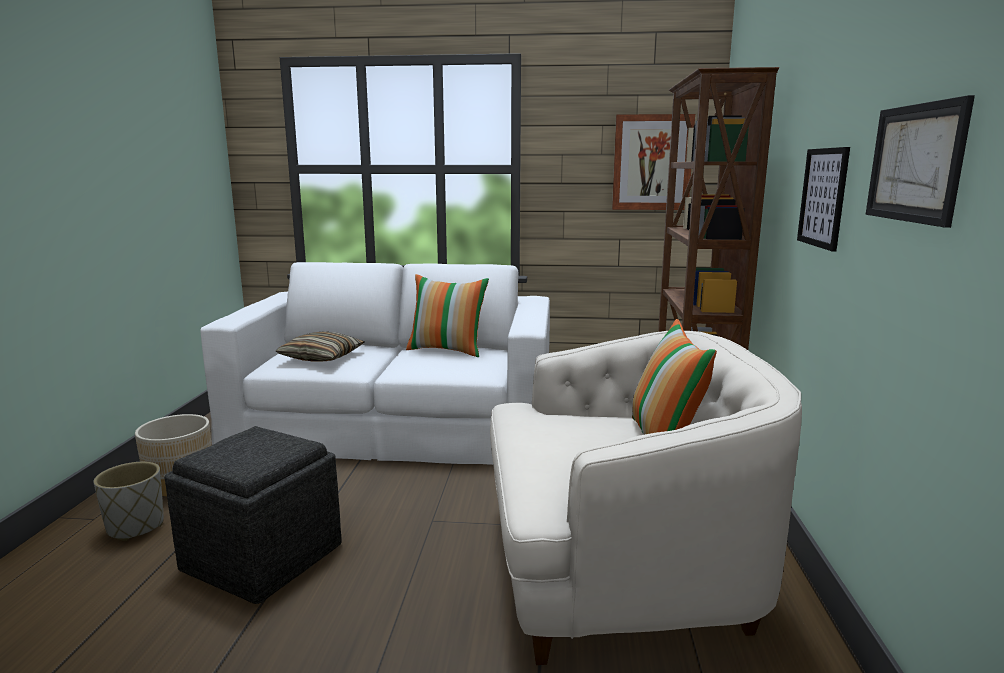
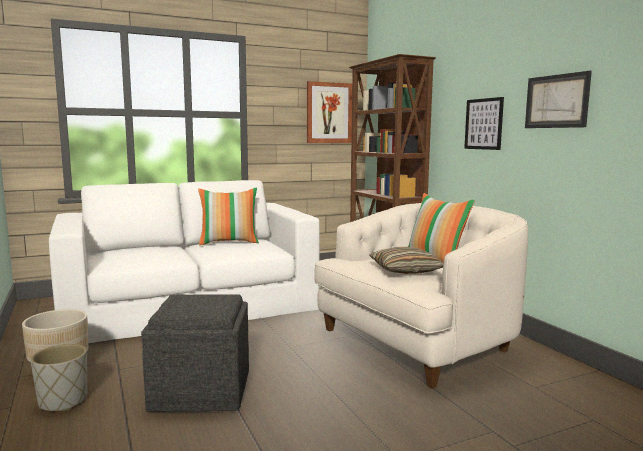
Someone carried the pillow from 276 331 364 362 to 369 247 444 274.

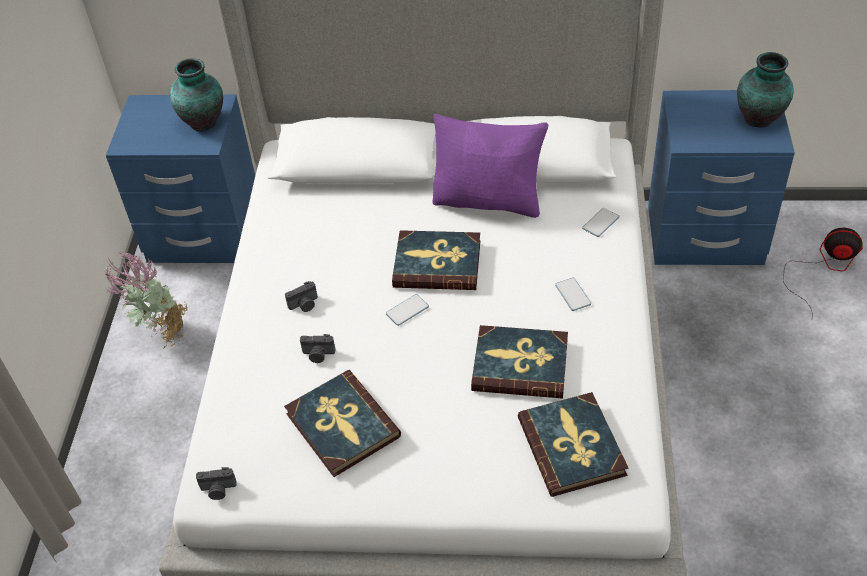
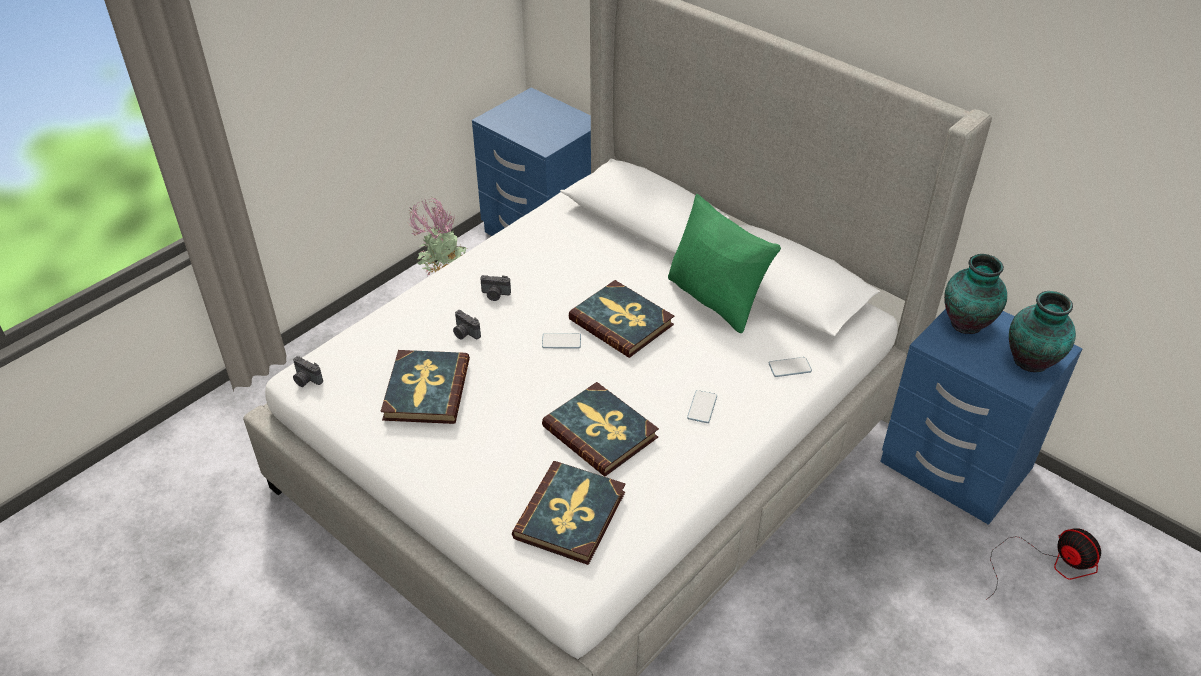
Someone carried the vase from 170 58 223 131 to 944 254 1007 334.
Someone repainted the purple pillow at 433 114 548 218, which became the green pillow at 668 194 781 333.

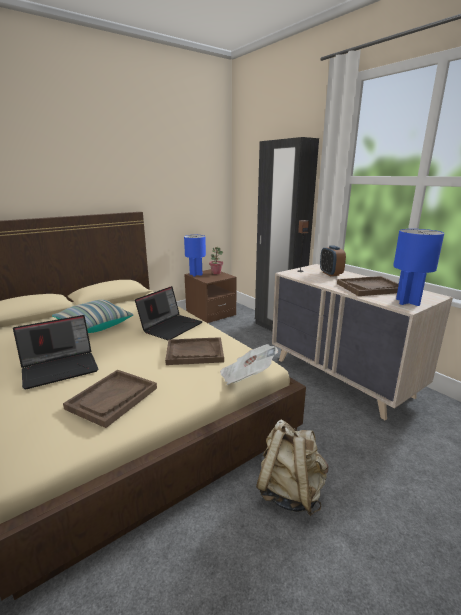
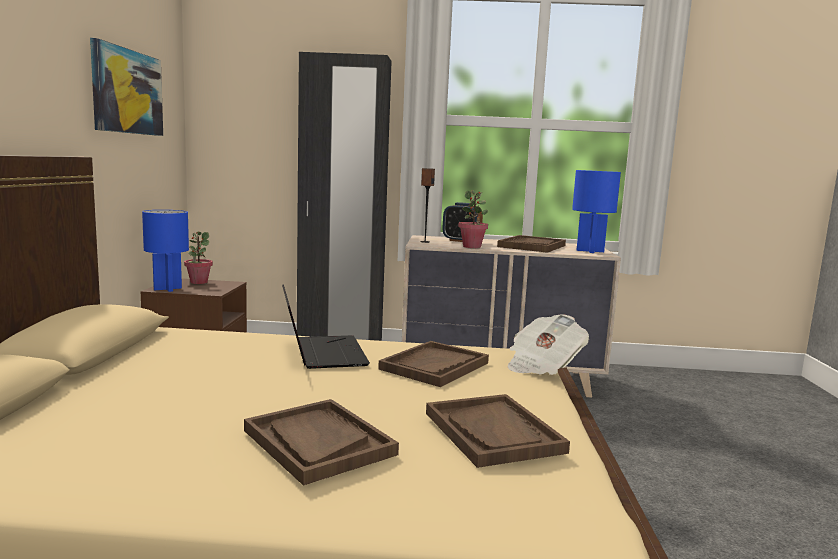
Someone swapped the laptop at 13 315 98 390 for the brown tray at 244 399 399 486.
Someone took away the pillow at 52 300 133 333.
Someone took away the beige backpack at 256 419 328 516.
Someone put up the picture at 90 38 163 136.
Someone put down the potted plant at 458 190 488 248.

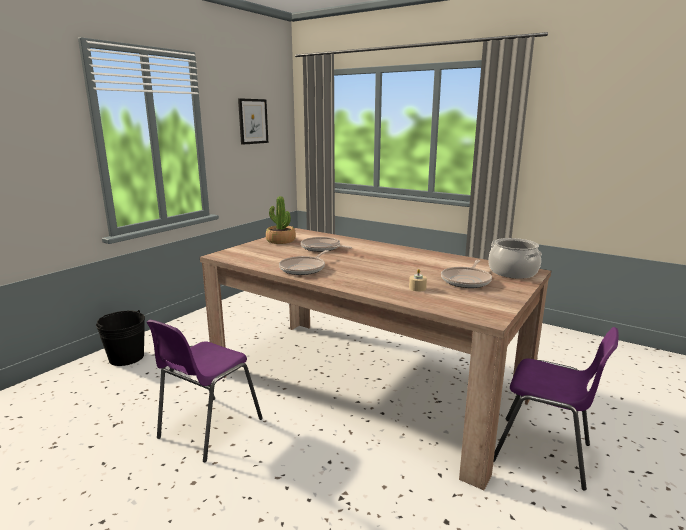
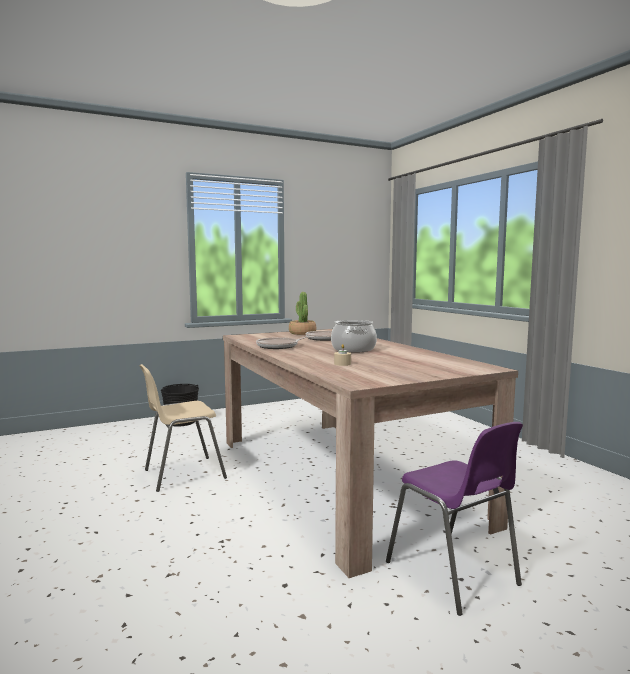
Someone repainted the purple chair at 147 320 263 462, which became the beige chair at 139 364 227 492.
Someone took away the picture at 238 98 268 145.
Someone took away the frying pan at 441 260 492 288.
Someone carried the cooking pot from 488 238 542 279 to 331 320 377 353.

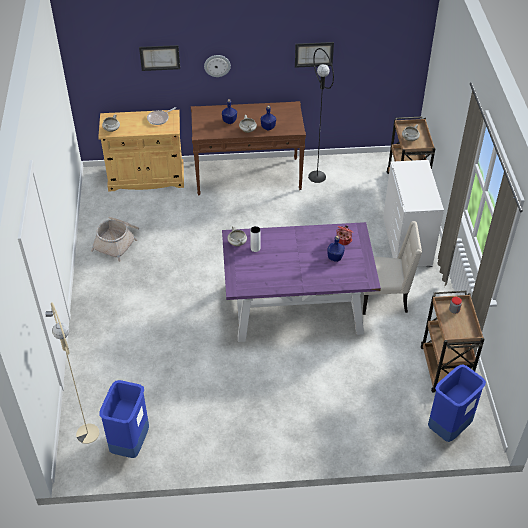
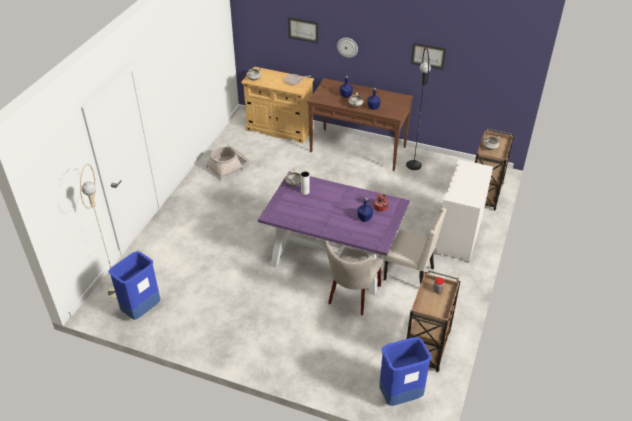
Someone put down the beige chair at 325 242 383 316.

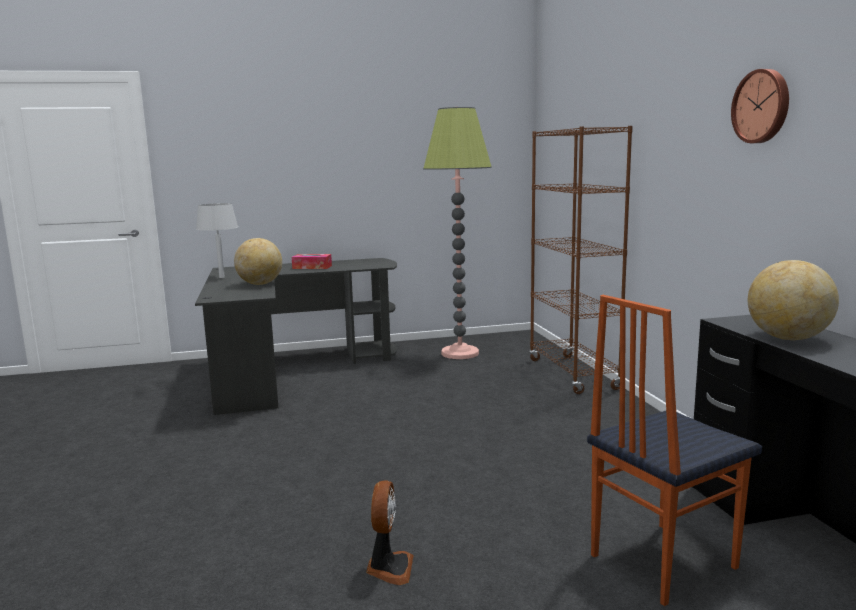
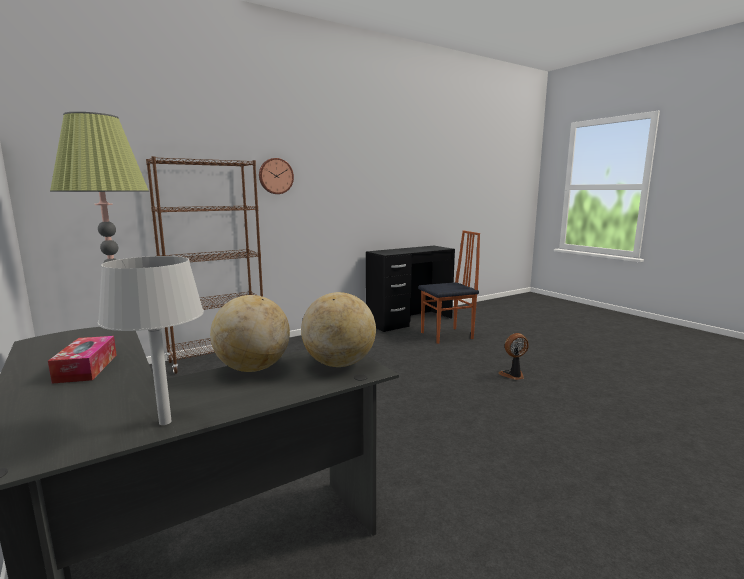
Someone rotated the chair at 587 295 762 606 by 60 degrees counterclockwise.
Someone carried the wall clock from 731 69 789 143 to 259 158 294 194.
Someone carried the globe from 748 260 839 340 to 301 292 376 367.

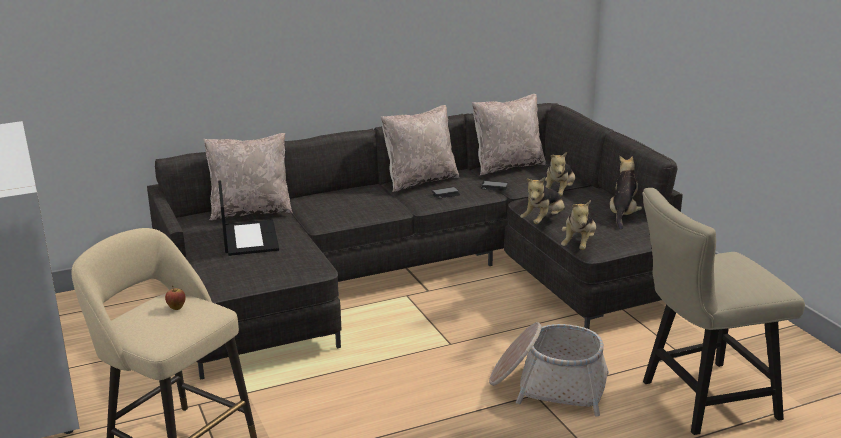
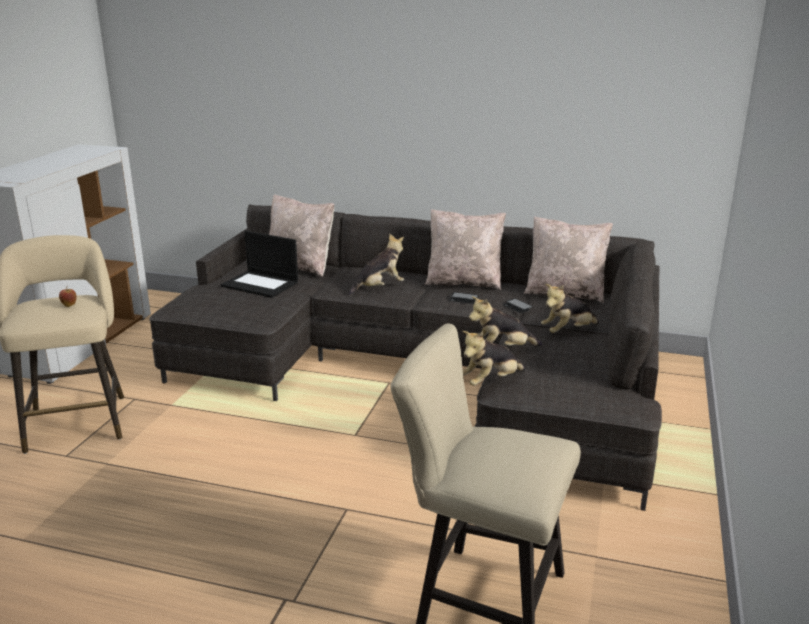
Someone rotated the laptop at 218 180 279 256 by 90 degrees clockwise.
Someone took away the basket at 489 322 609 416.
Someone carried the plush toy from 610 156 642 230 to 349 234 404 296.

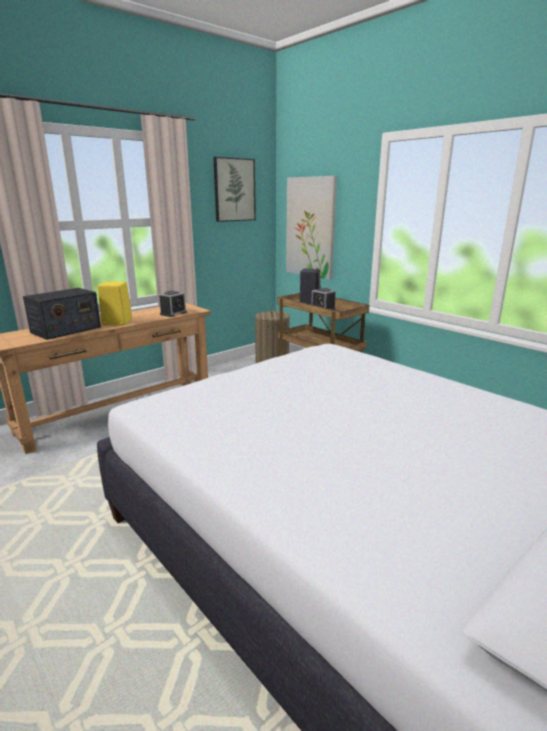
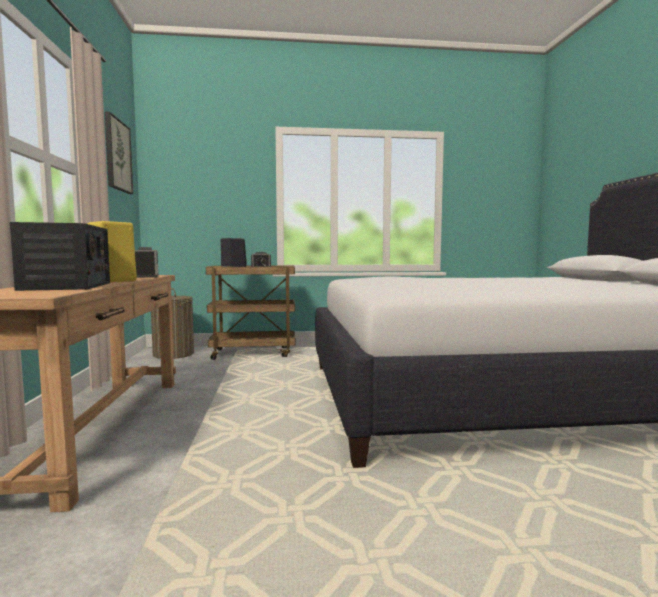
Someone took away the picture at 286 176 337 280.

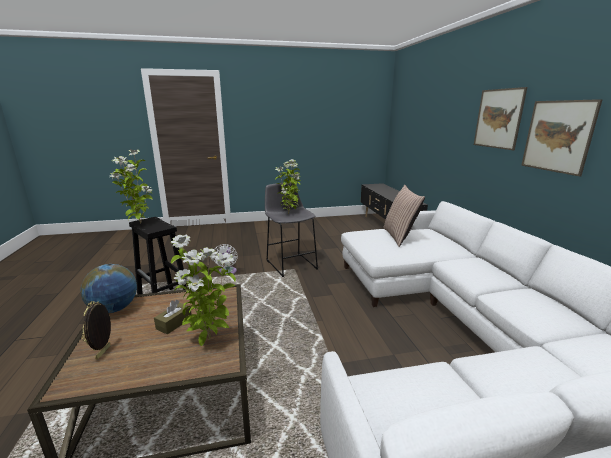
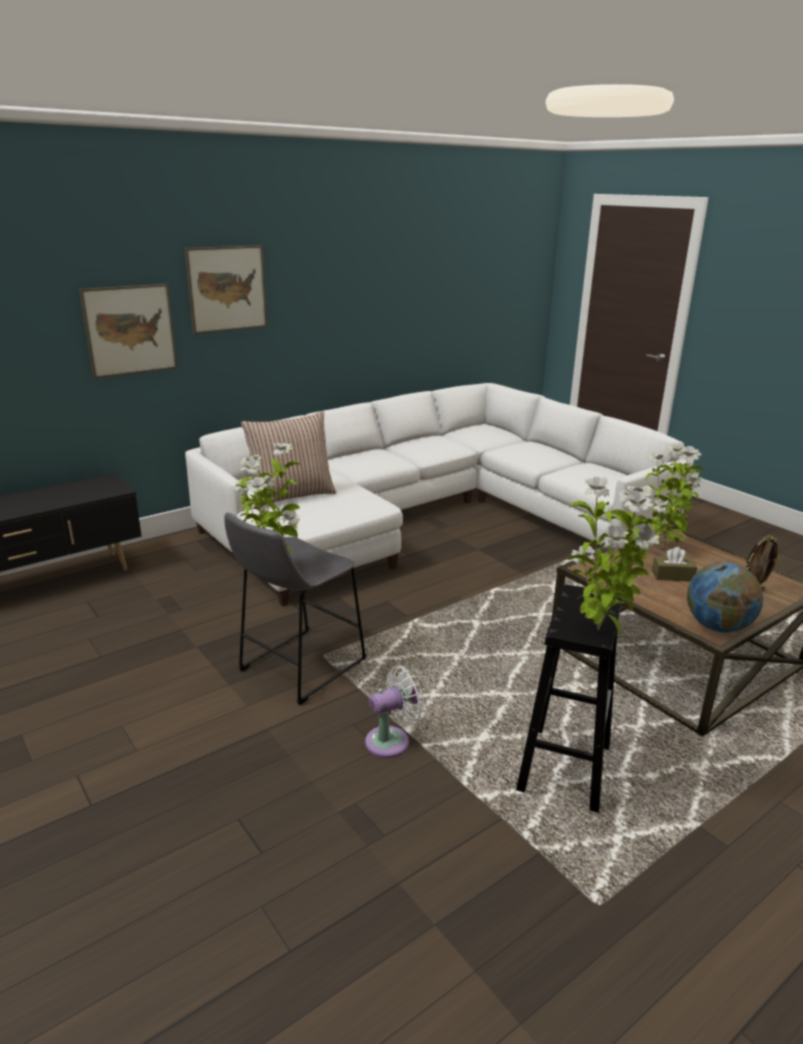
Someone carried the picture from 521 99 603 176 to 79 284 178 379.

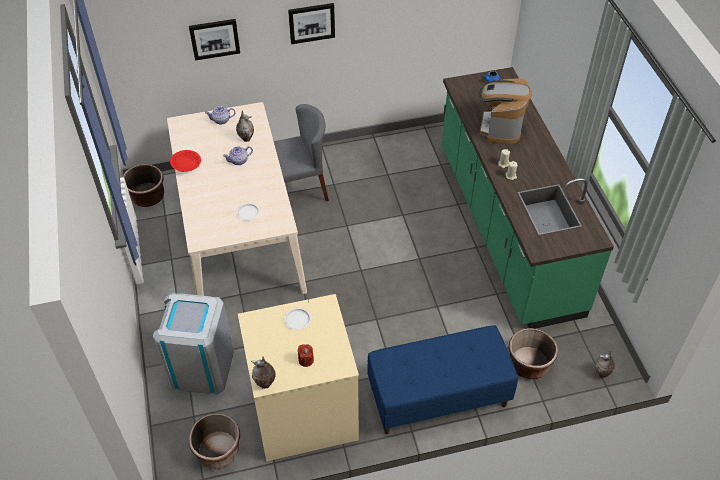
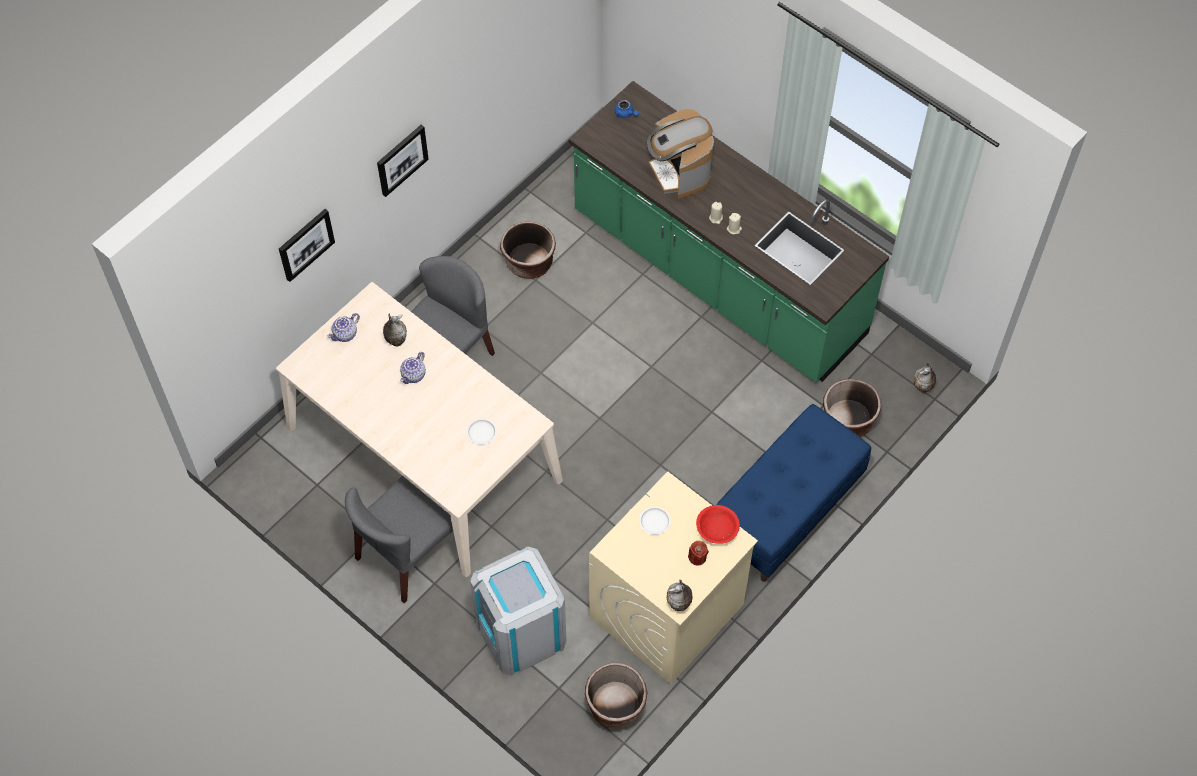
Someone carried the brown planter from 123 164 164 207 to 500 222 556 279.
Someone carried the red bowl from 170 150 201 172 to 696 505 740 544.
Someone put down the grey chair at 345 476 453 603.

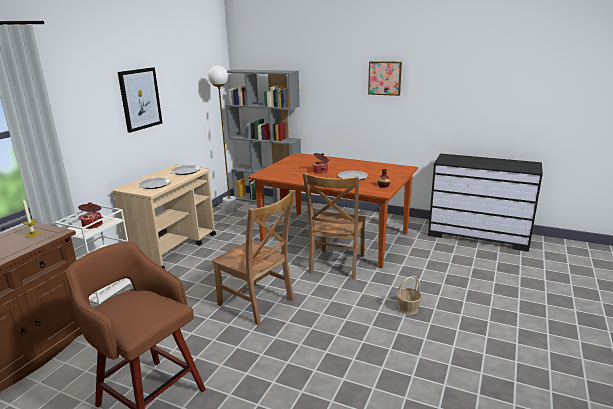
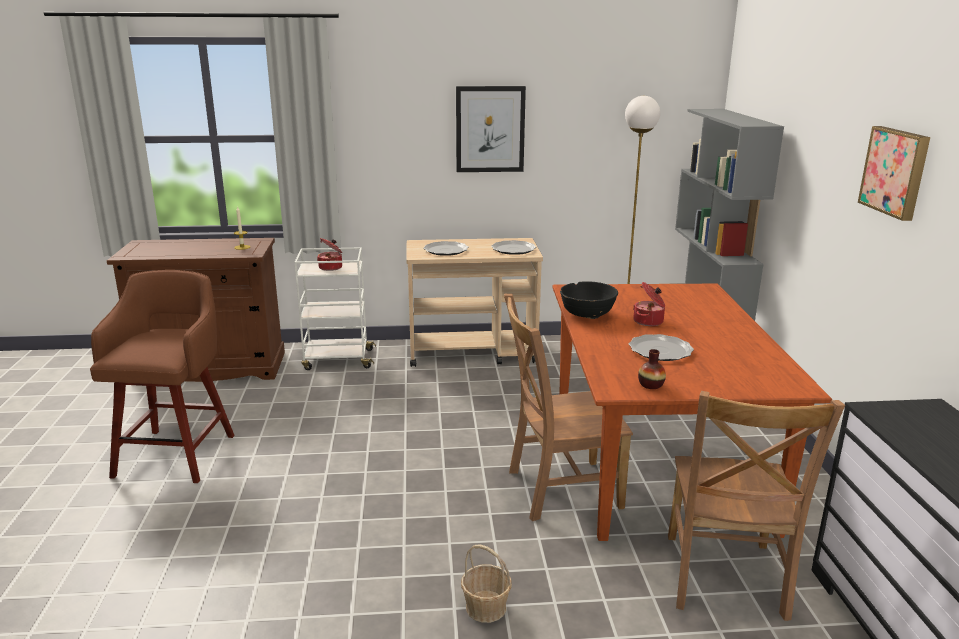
Someone carried the brown chair from 212 190 296 325 to 668 391 845 621.
Someone put down the black bowl at 560 281 618 319.

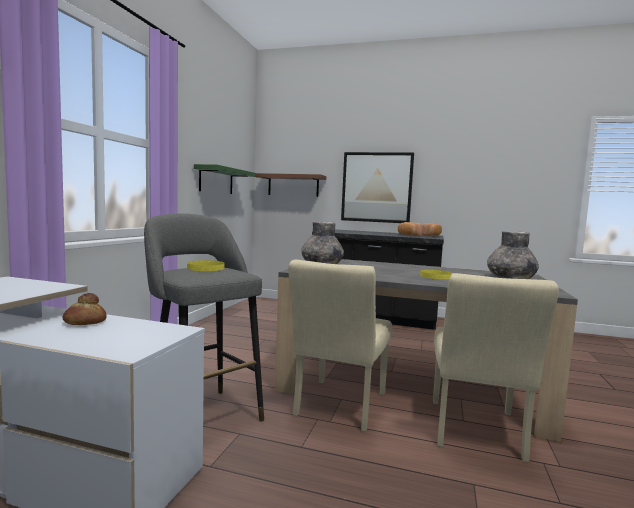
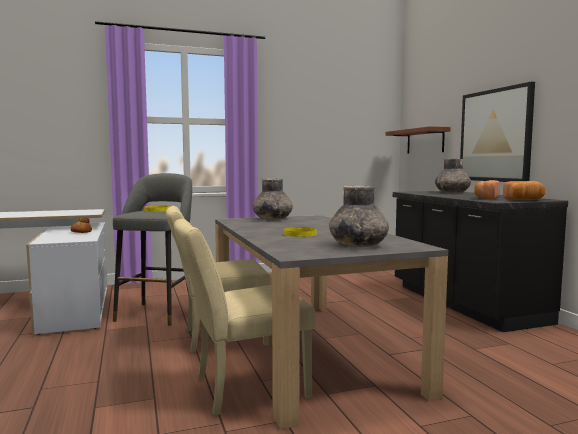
Someone took away the green shelf at 194 164 256 194.
Someone put down the grey vase at 435 159 471 193.

